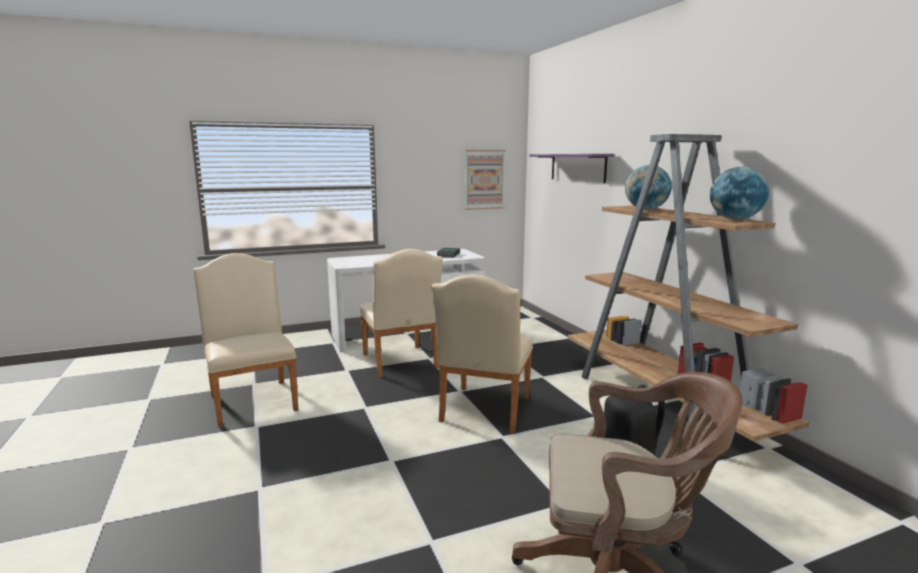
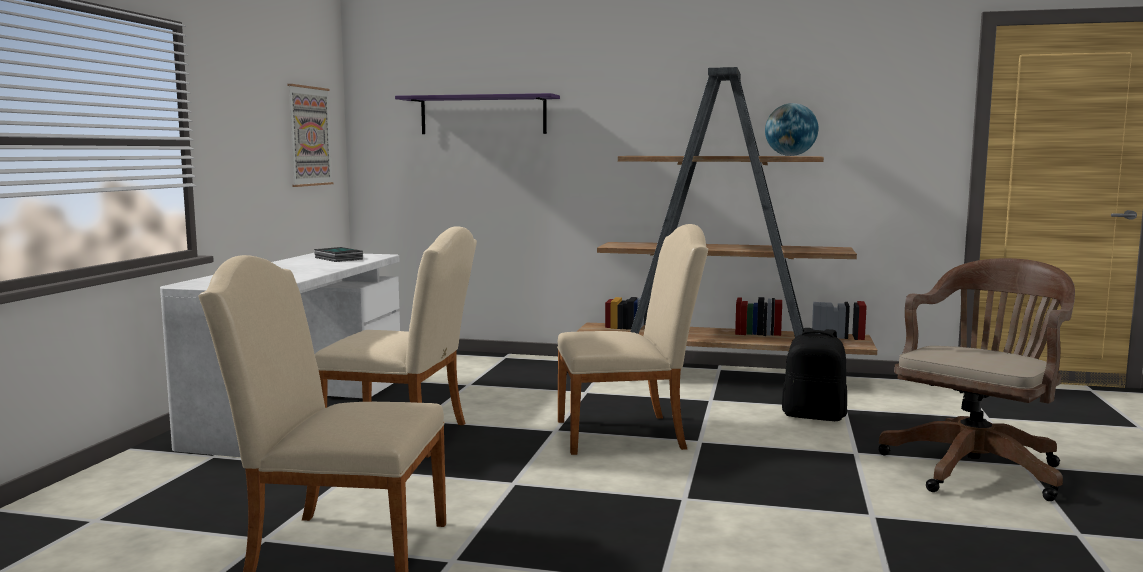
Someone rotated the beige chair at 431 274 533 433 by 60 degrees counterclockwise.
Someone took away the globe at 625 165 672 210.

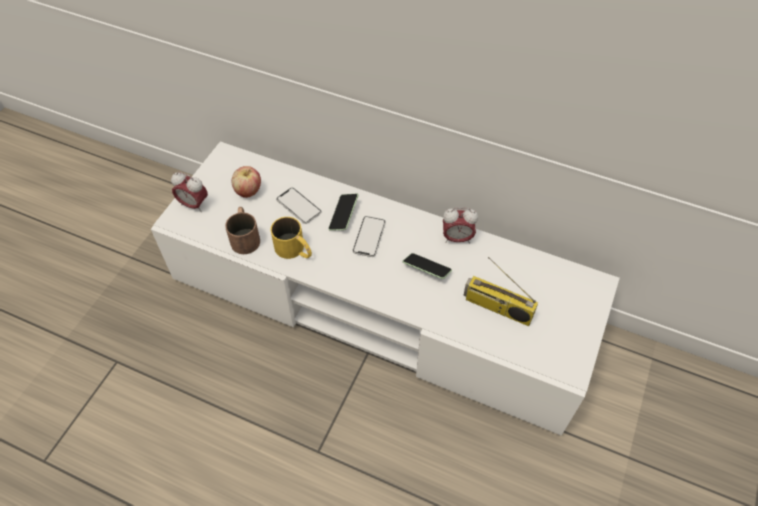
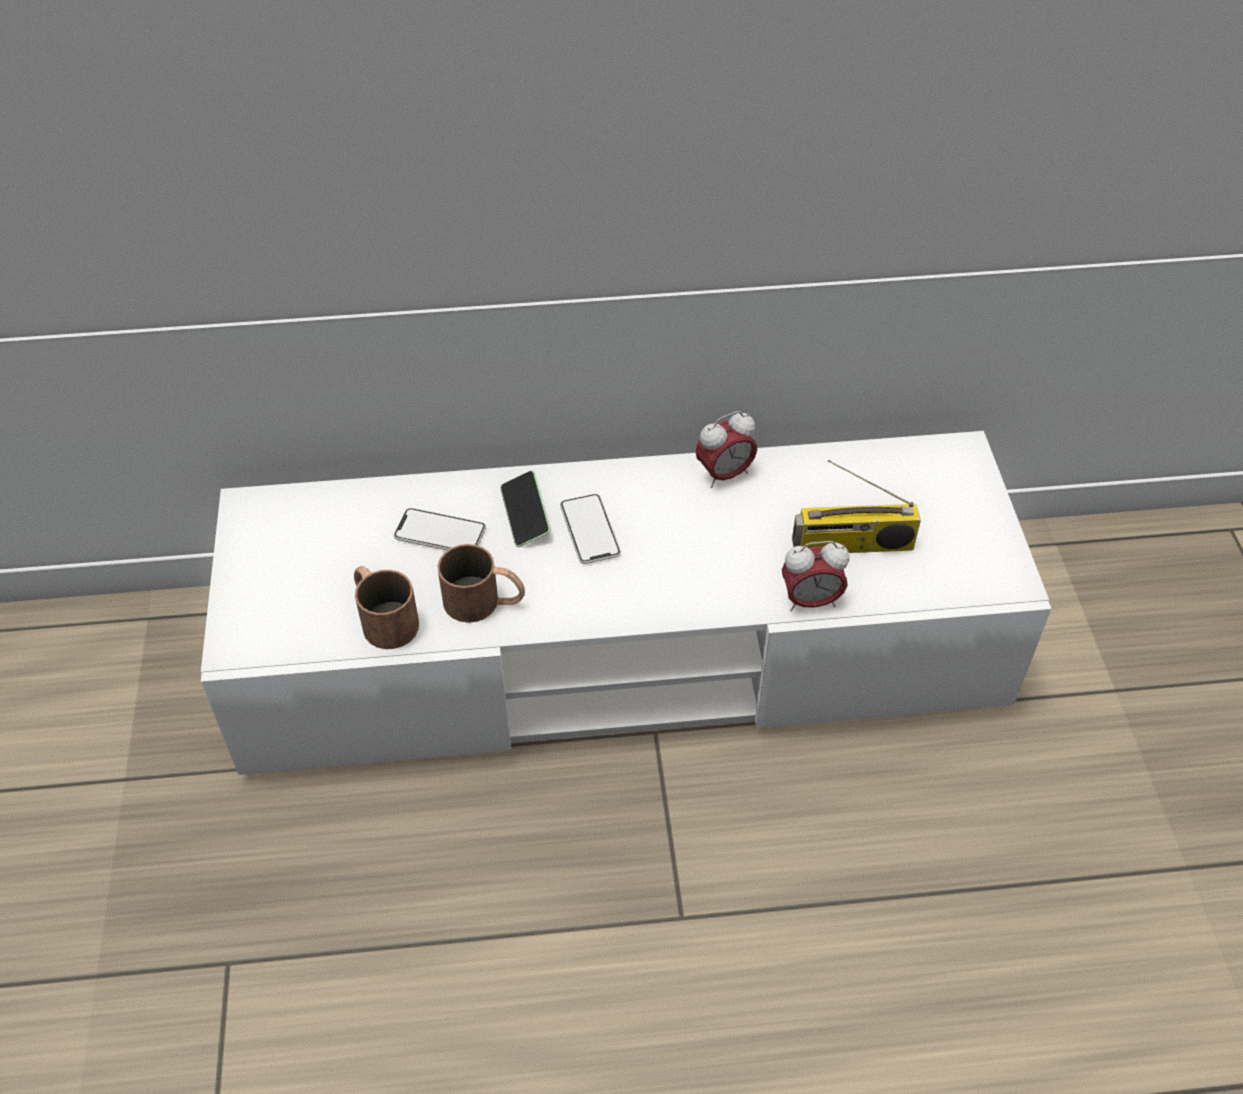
Someone carried the alarm clock from 171 172 208 212 to 782 541 849 611.
Someone took away the apple at 231 166 261 198.
Someone repainted the yellow mug at 270 217 312 259, which became the brown mug at 437 544 525 623.
Someone took away the phone at 402 253 452 279.

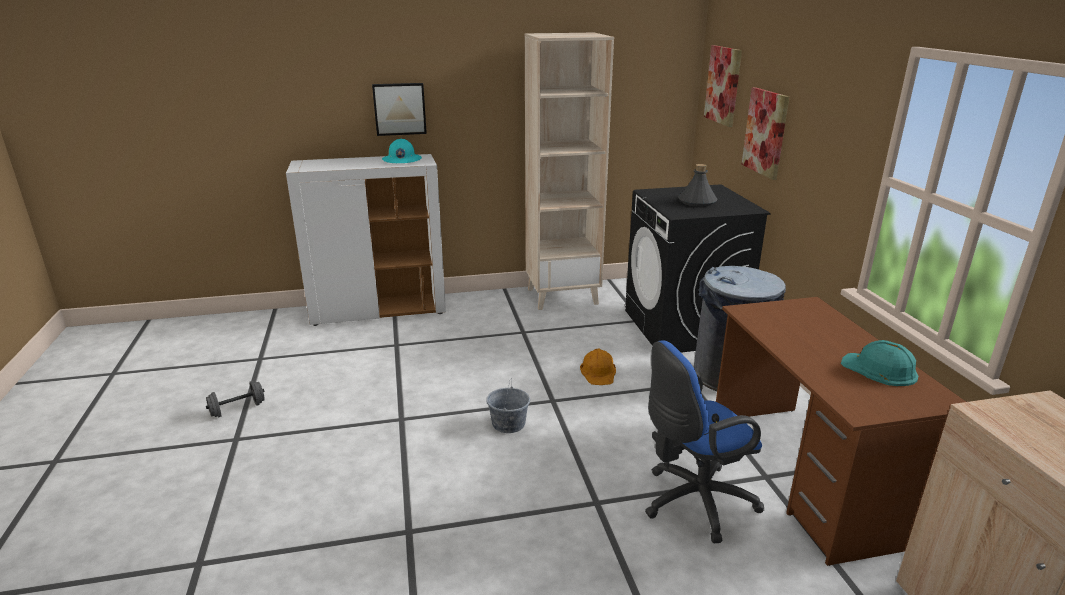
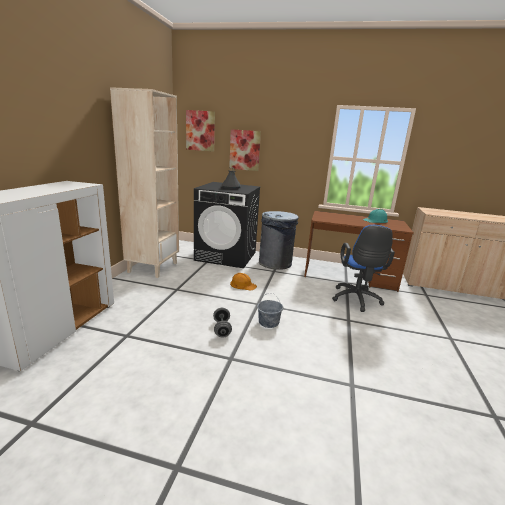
Someone carried the grey dumbbell from 206 381 265 417 to 213 308 232 338.
Someone took away the picture at 372 83 427 136.
Someone took away the turquoise hard hat at 382 139 422 163.

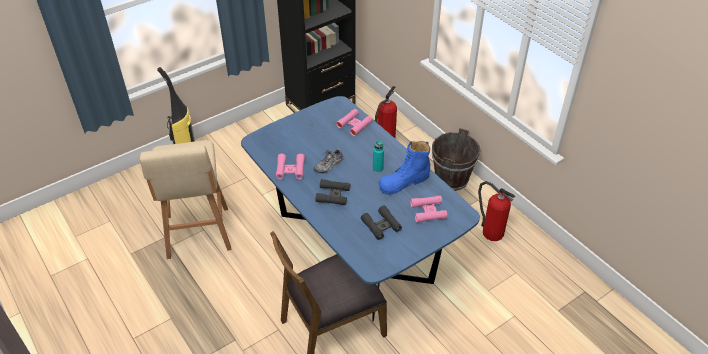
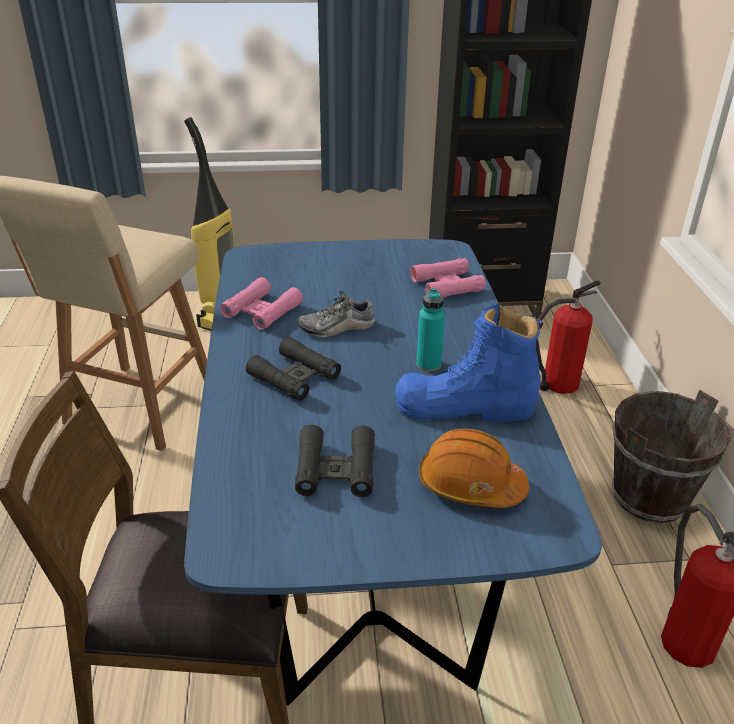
Someone swapped the pink binoculars at 410 196 447 223 for the orange hard hat at 419 428 529 508.

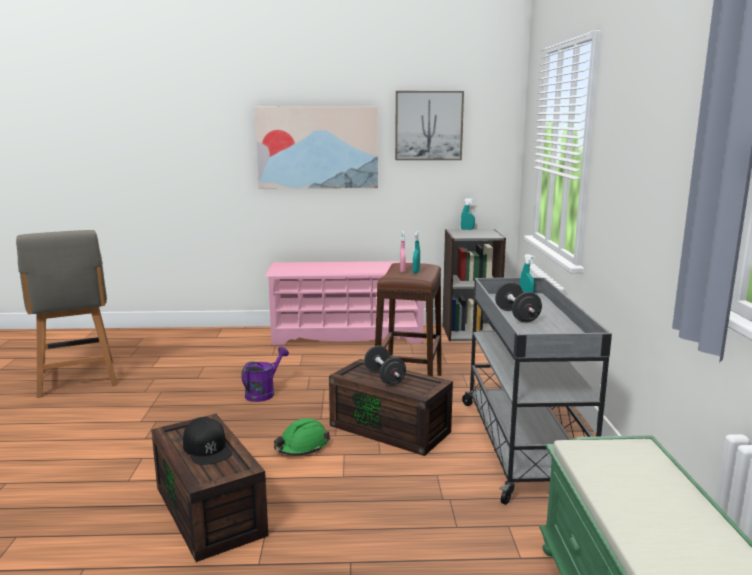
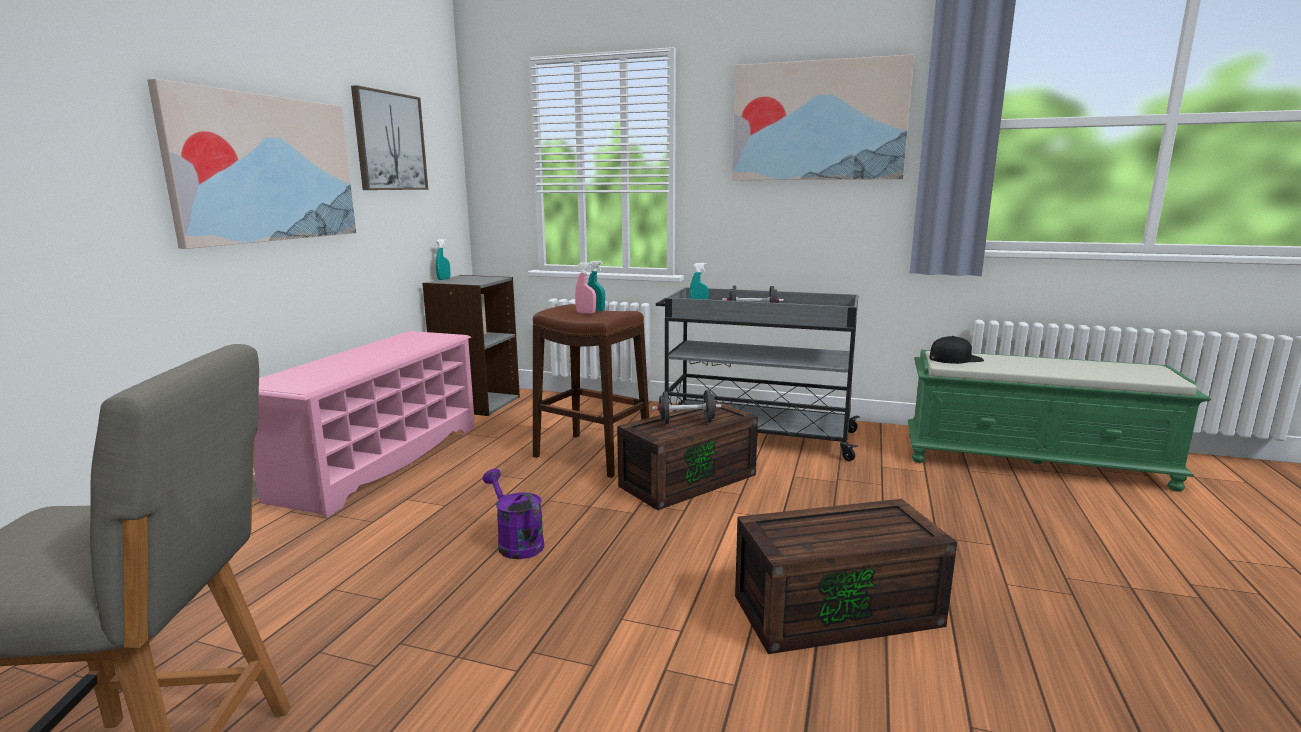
Someone carried the black cap from 183 417 232 465 to 929 336 984 364.
Someone took away the green hard hat at 274 418 330 456.
Someone put up the picture at 732 54 914 180.

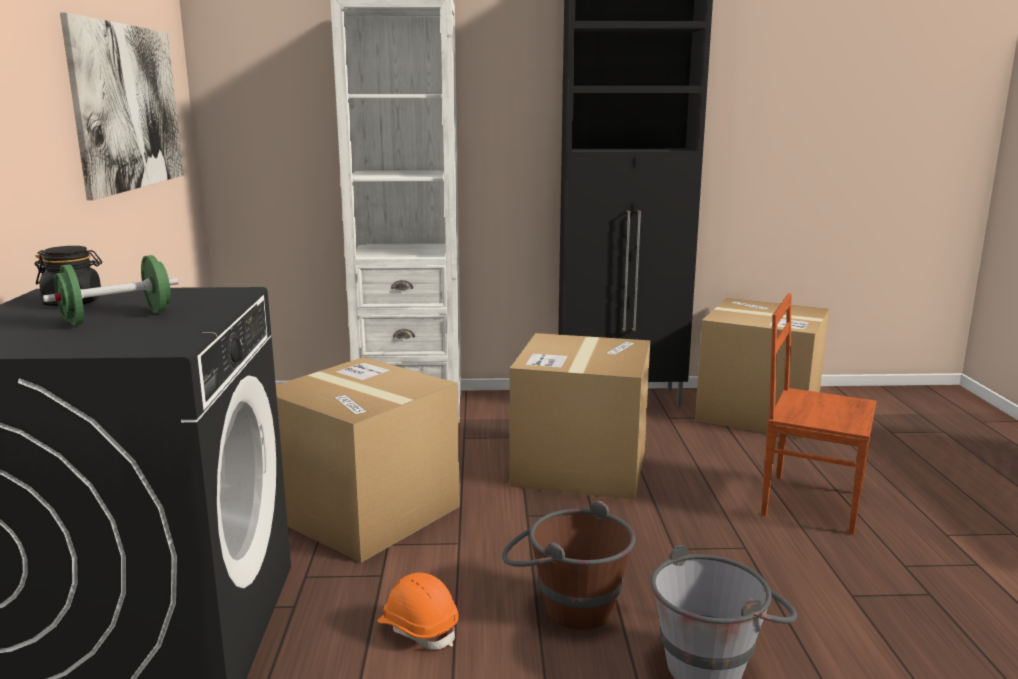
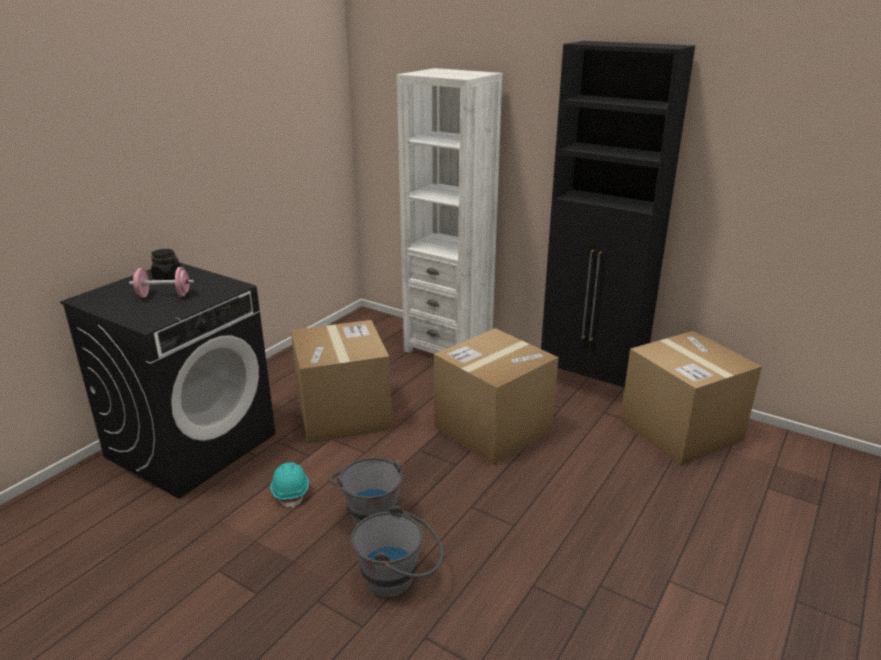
Someone repainted the green dumbbell at 43 255 178 326, which became the pink dumbbell at 129 267 194 298.
Someone took away the picture at 60 13 184 200.
Someone repainted the orange hard hat at 377 573 459 650, which became the turquoise hard hat at 270 462 309 508.
Someone repainted the brown bucket at 502 500 635 630, which became the grey bucket at 329 457 403 526.
Someone took away the brown chair at 761 293 876 535.

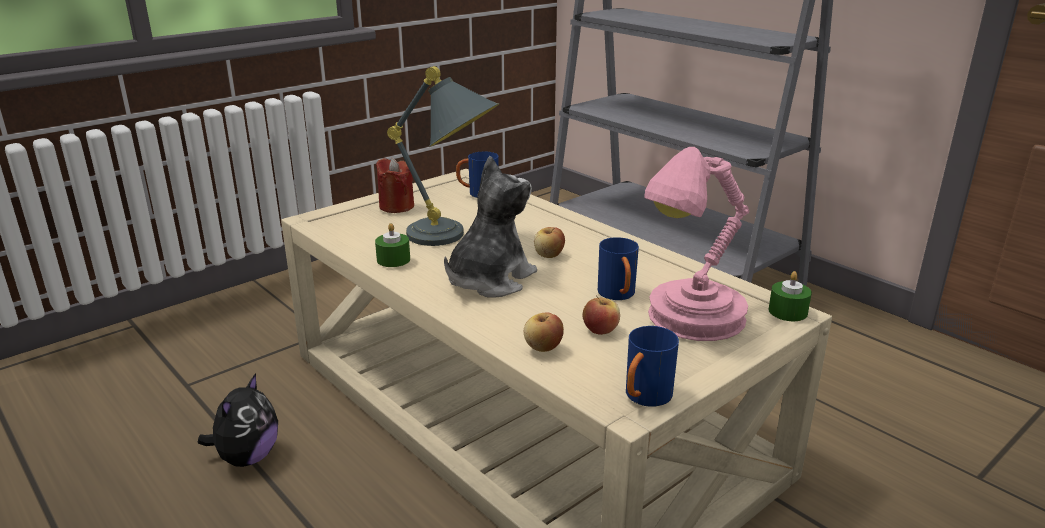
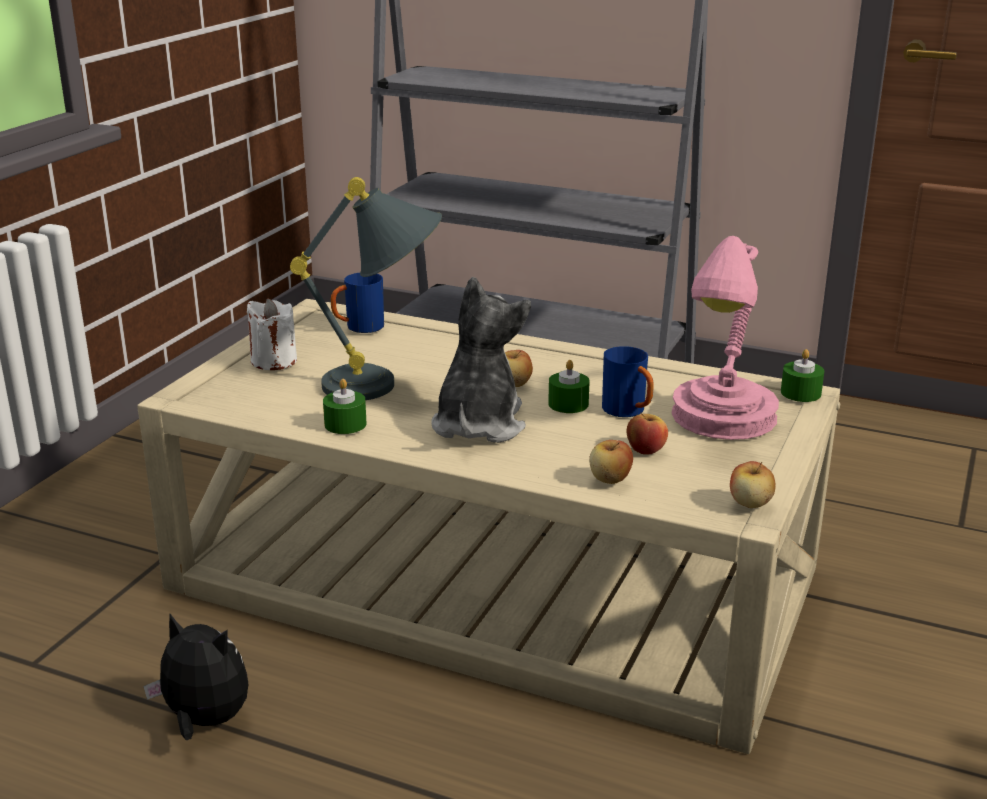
Someone rotated the plush toy at 198 373 278 467 by 60 degrees counterclockwise.
Someone repainted the red candle at 376 158 414 213, which became the white candle at 247 299 297 370.
Someone swapped the blue mug at 626 326 679 407 for the apple at 730 461 776 508.
Someone put down the green candle at 548 360 590 413.

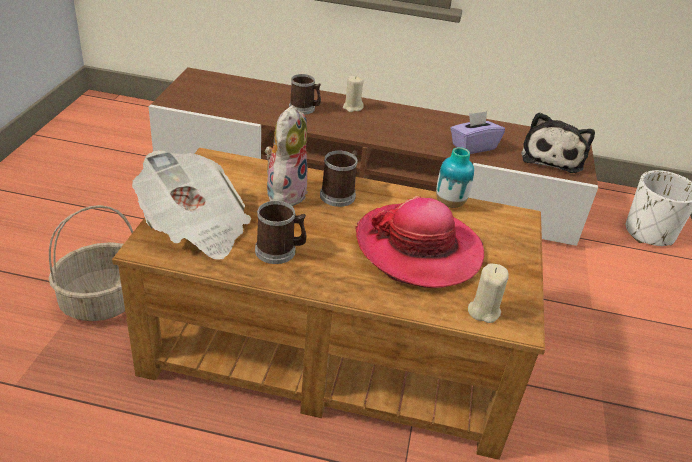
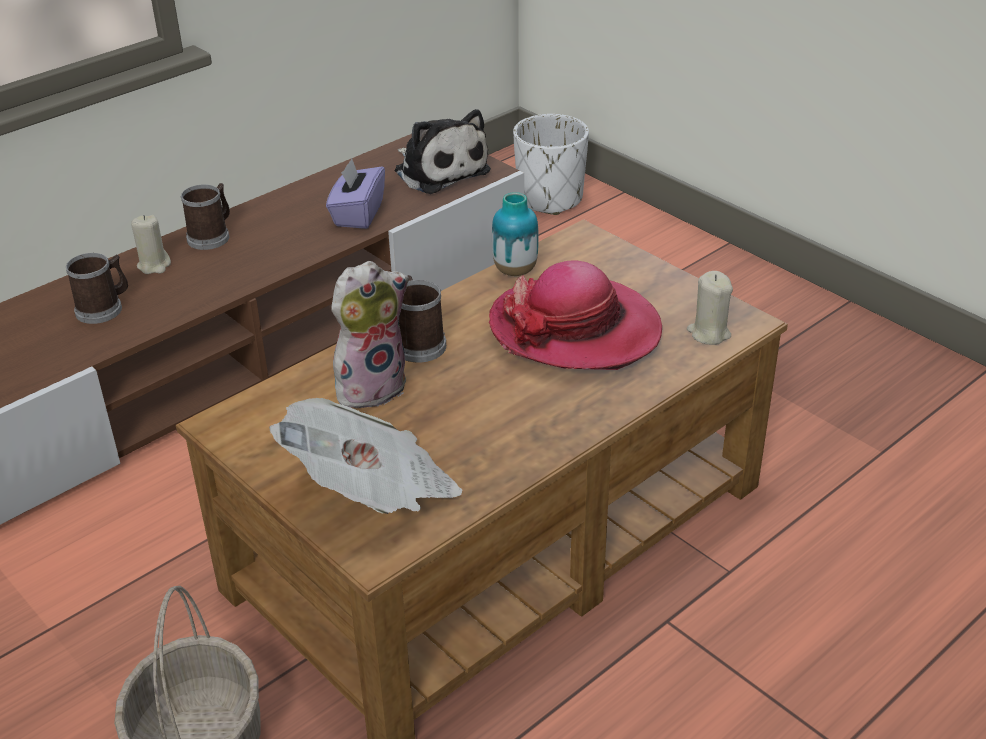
Someone carried the mug from 255 201 307 264 to 181 183 230 250.
Someone rotated the plush toy at 265 105 308 206 by 90 degrees clockwise.

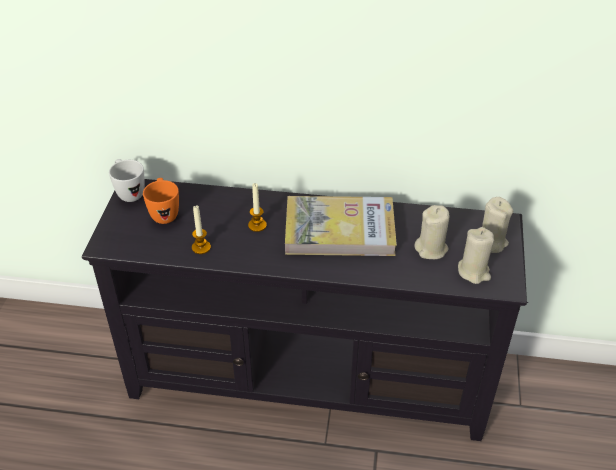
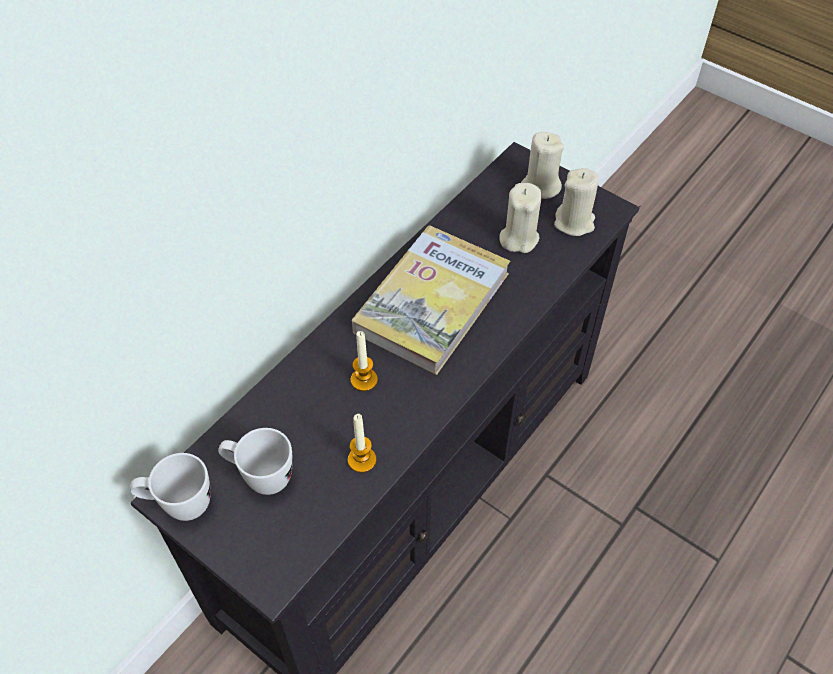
Someone repainted the orange mug at 143 178 179 224, which became the white mug at 218 428 293 495.

